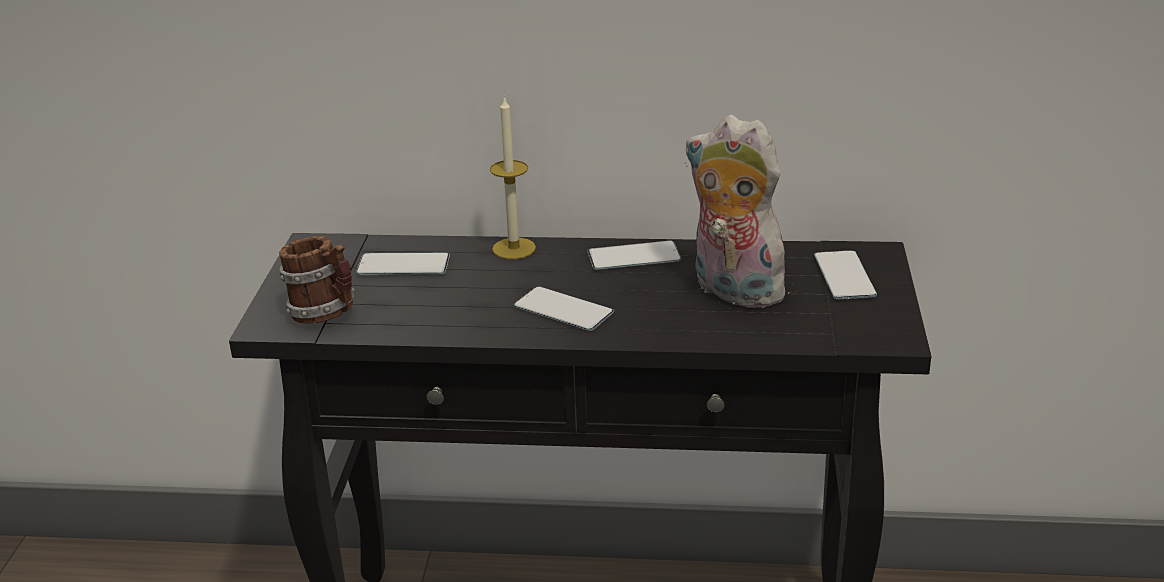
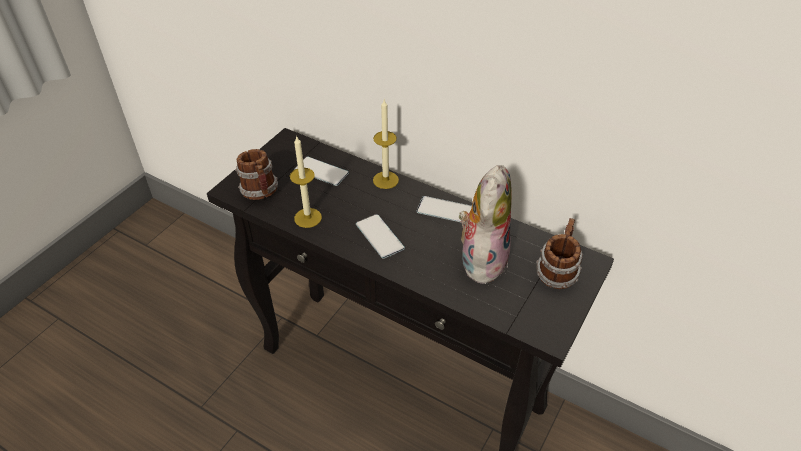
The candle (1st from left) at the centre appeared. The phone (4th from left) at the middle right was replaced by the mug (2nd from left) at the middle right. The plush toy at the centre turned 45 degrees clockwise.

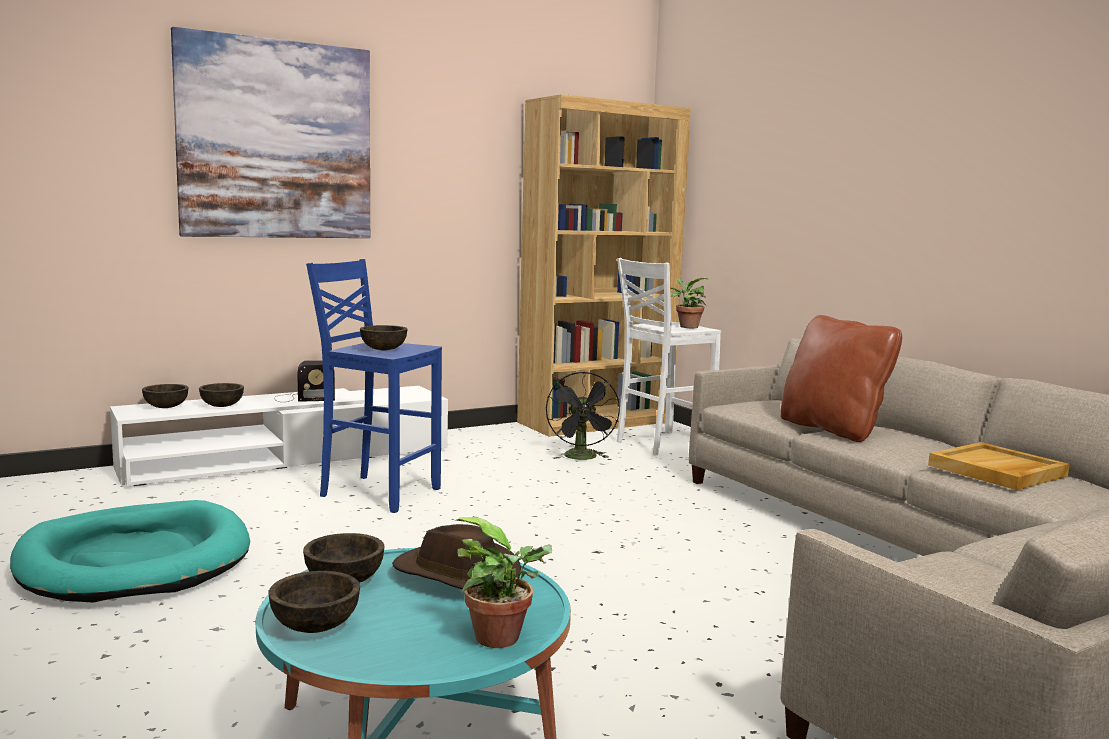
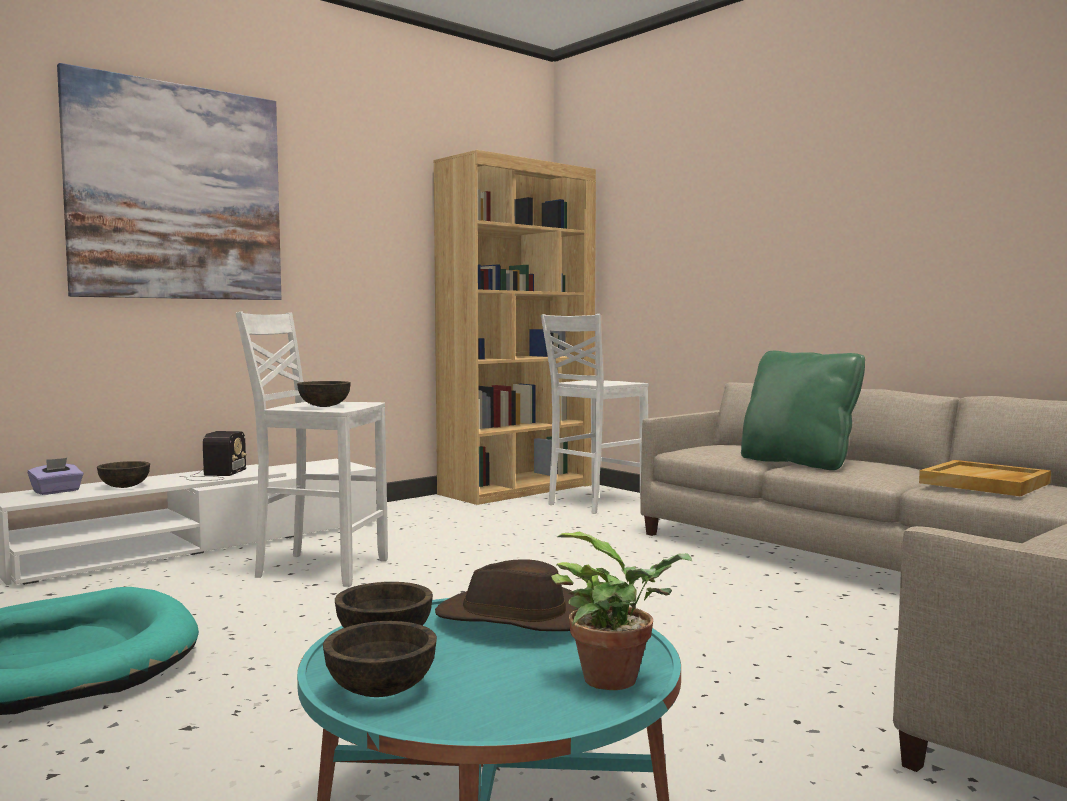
The black fan at the centre disappeared. The potted plant (2nd from left) at the centre disappeared. The brown bowl (1st from left) at the middle left was replaced by the purple tissue box at the middle left. The blue stool at the centre became the white stool (1st from left) at the middle left. The brown pillow at the middle right became the green pillow at the middle right. The radio at the middle left turned 60 degrees counterclockwise.

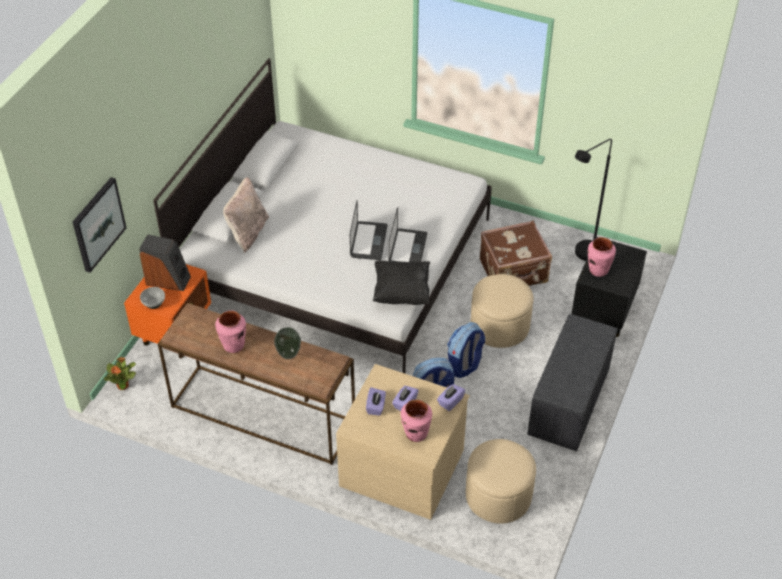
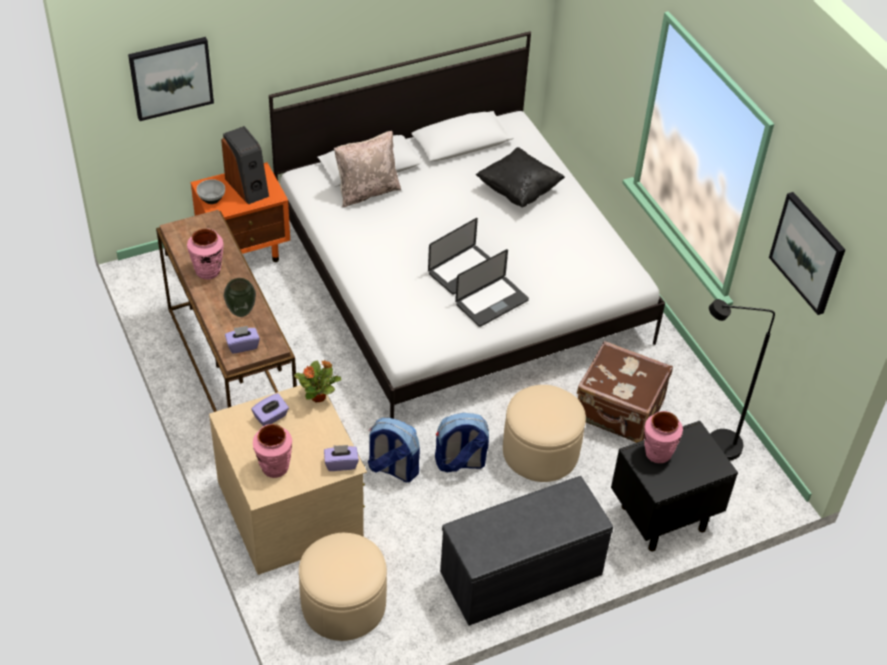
The picture (2nd from left) at the middle right appeared. The potted plant moved from the middle left to the centre. The black pillow moved from the centre to the top centre. The purple tissue box (2nd from left in the first image) moved from the bottom centre to the middle left.

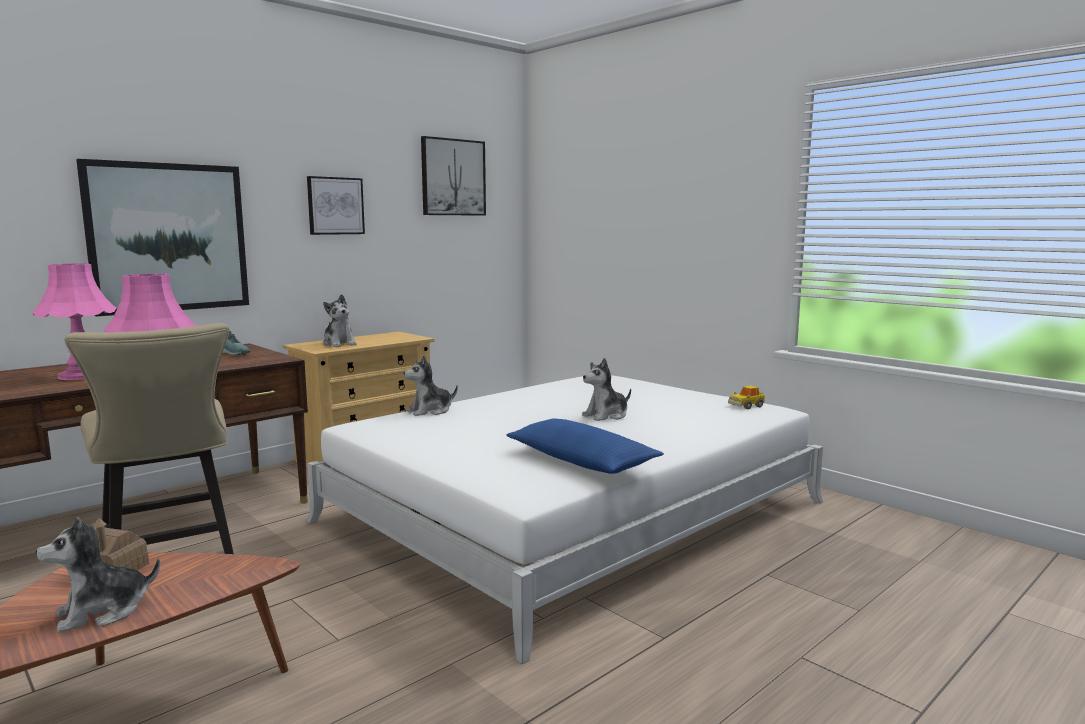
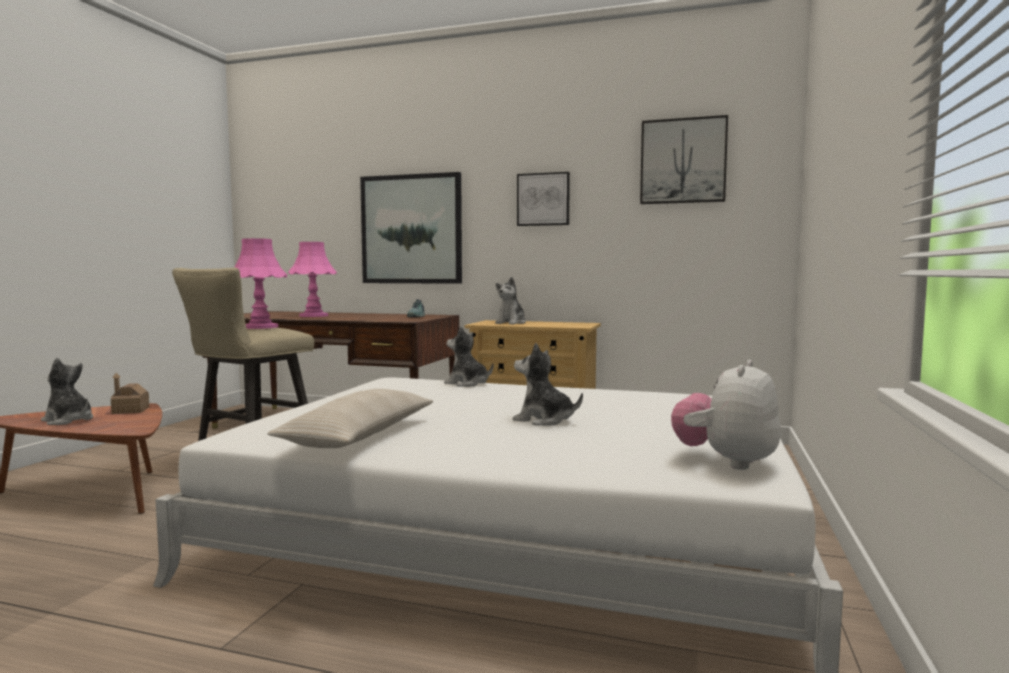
The toy car at the middle right was replaced by the plush toy (5th from left) at the middle right. The blue pillow at the centre became the beige pillow at the centre.

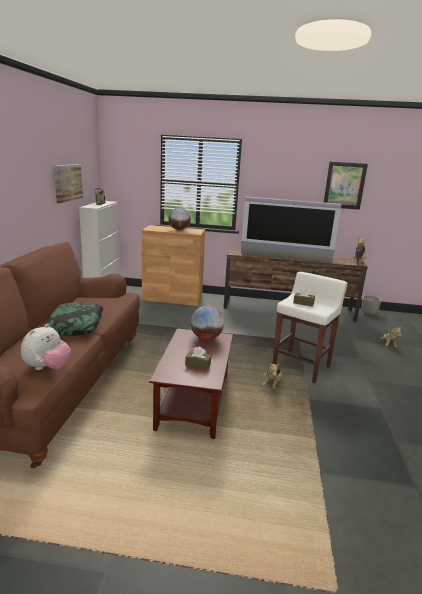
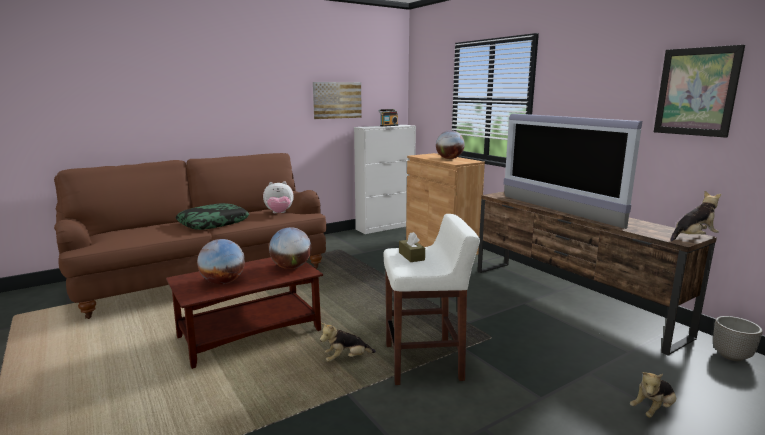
The plush toy (1st from left) moved from the middle left to the centre. The brown tissue box (1st from left) at the centre was replaced by the globe (1st from left) at the middle left.

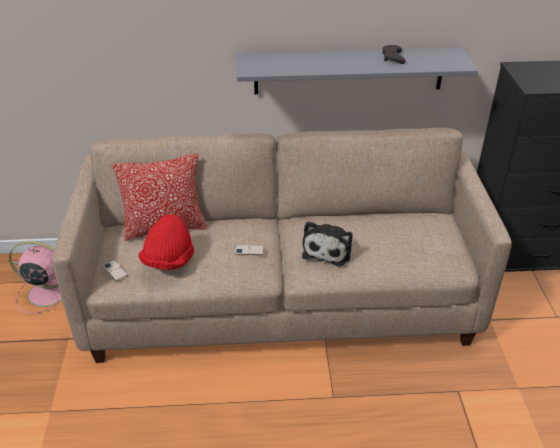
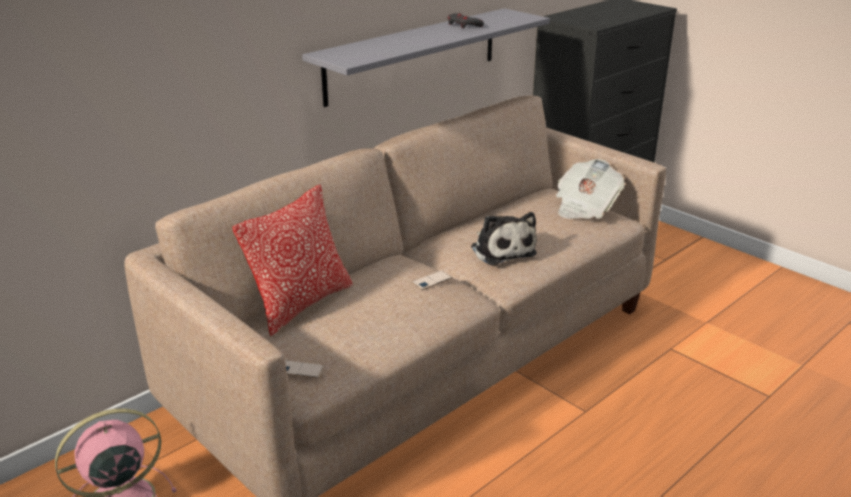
The red hat at the middle left disappeared. The newspaper at the middle right appeared.

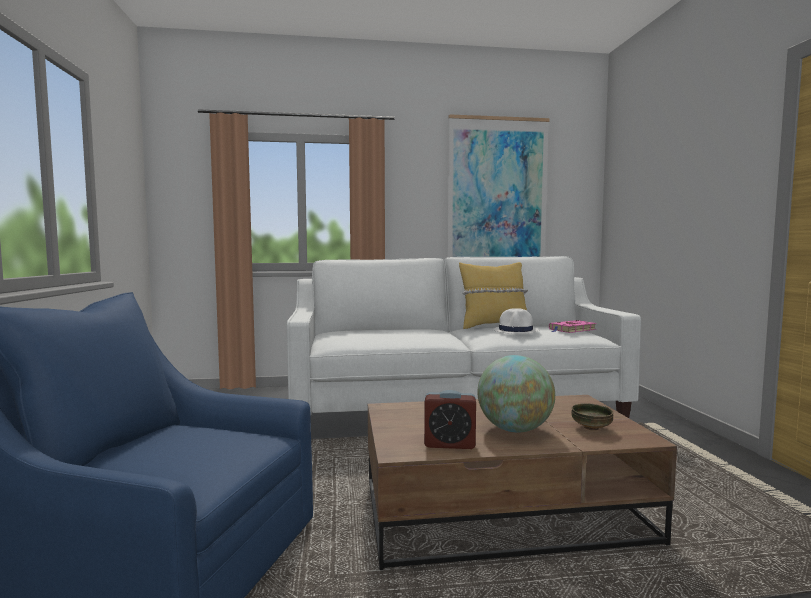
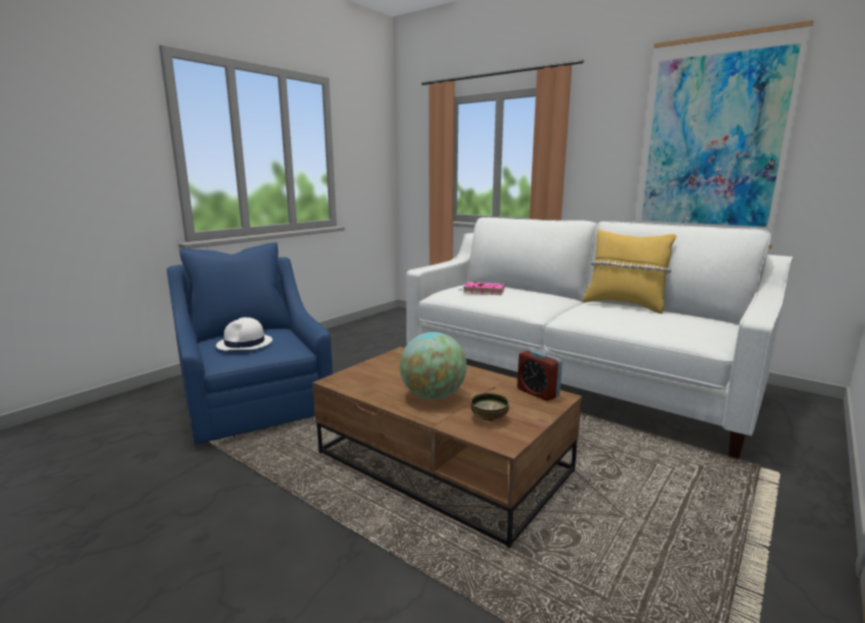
The alarm clock moved from the bottom centre to the centre. The white hat moved from the centre to the middle left. The pink book moved from the middle right to the centre.

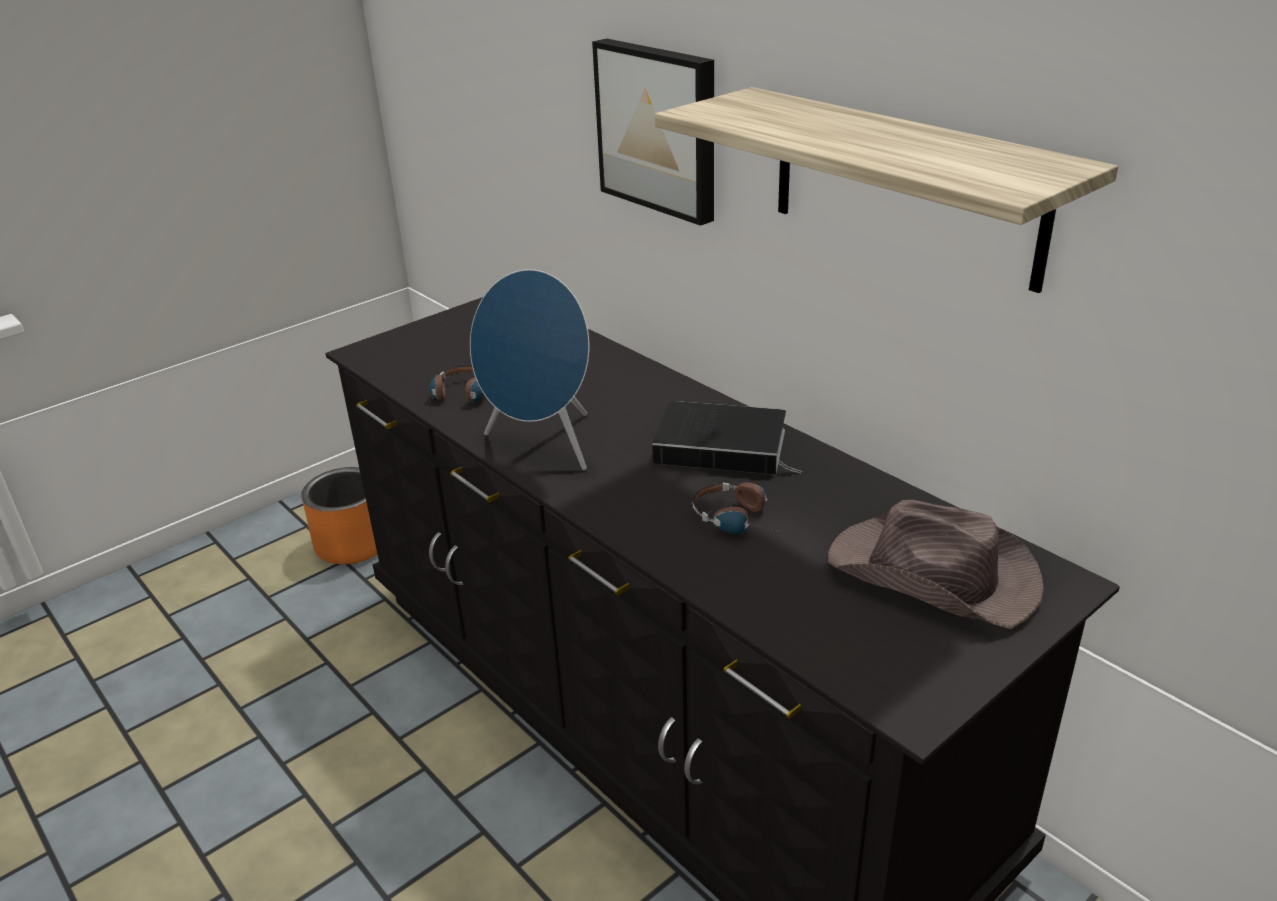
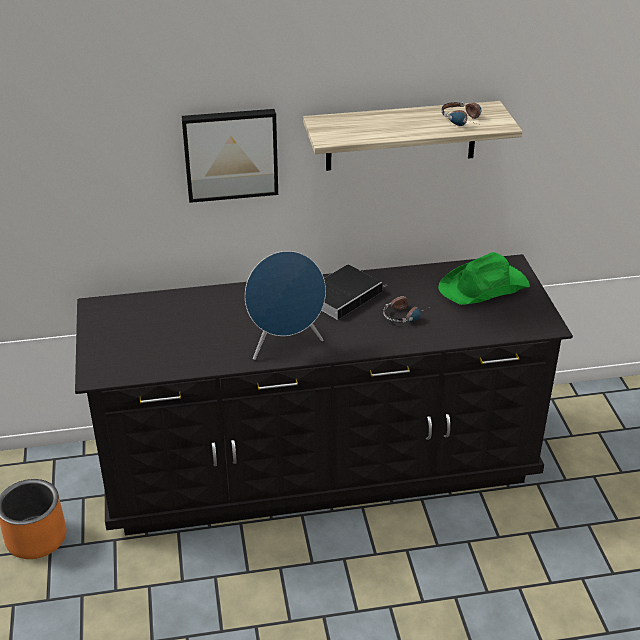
The headphones (1st from left in the first image) moved from the centre to the top right. The brown hat at the middle right became the green hat at the middle right.

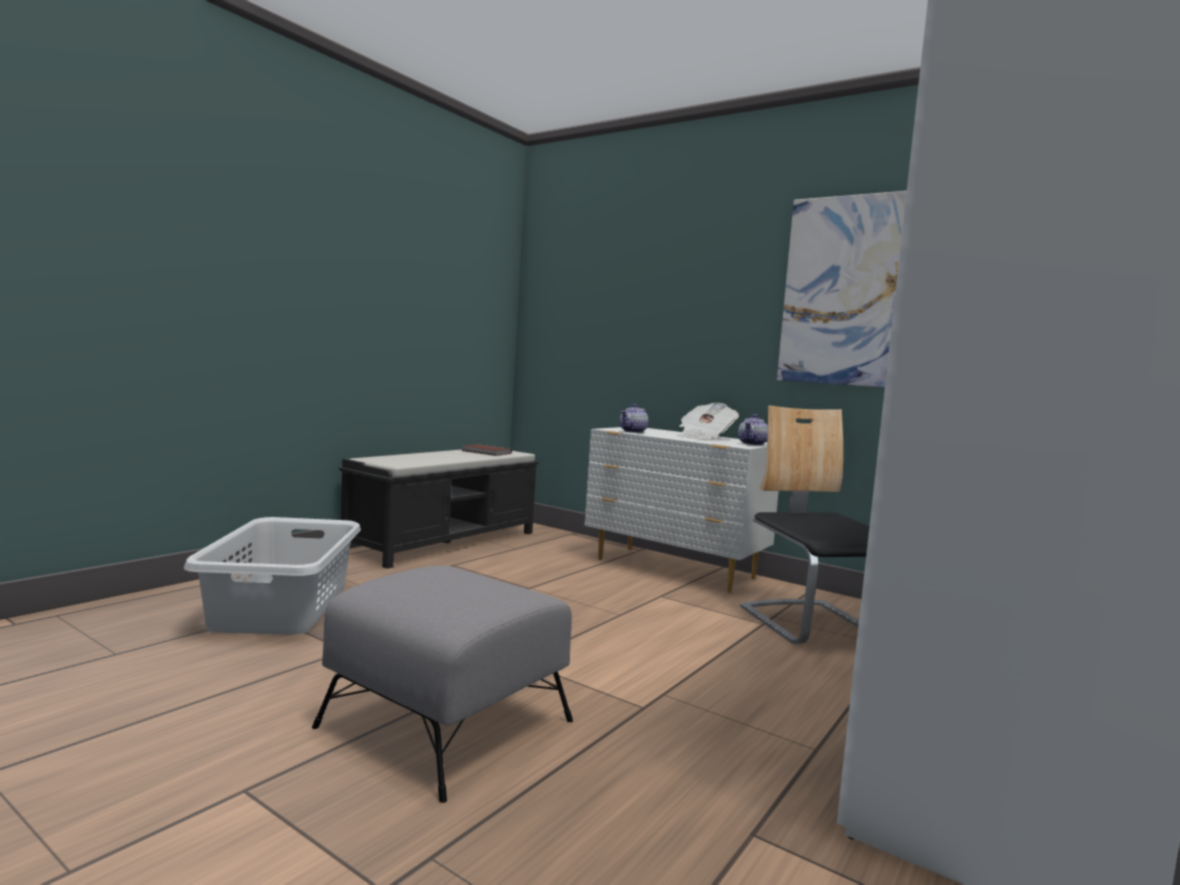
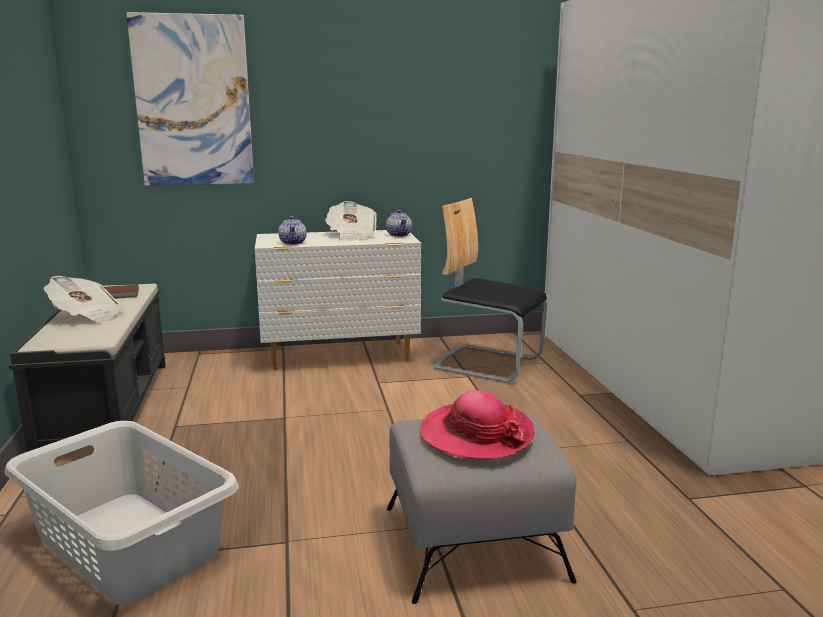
The newspaper (1st from left) at the middle left appeared. The hat at the bottom centre appeared. The picture moved from the top right to the top left.

